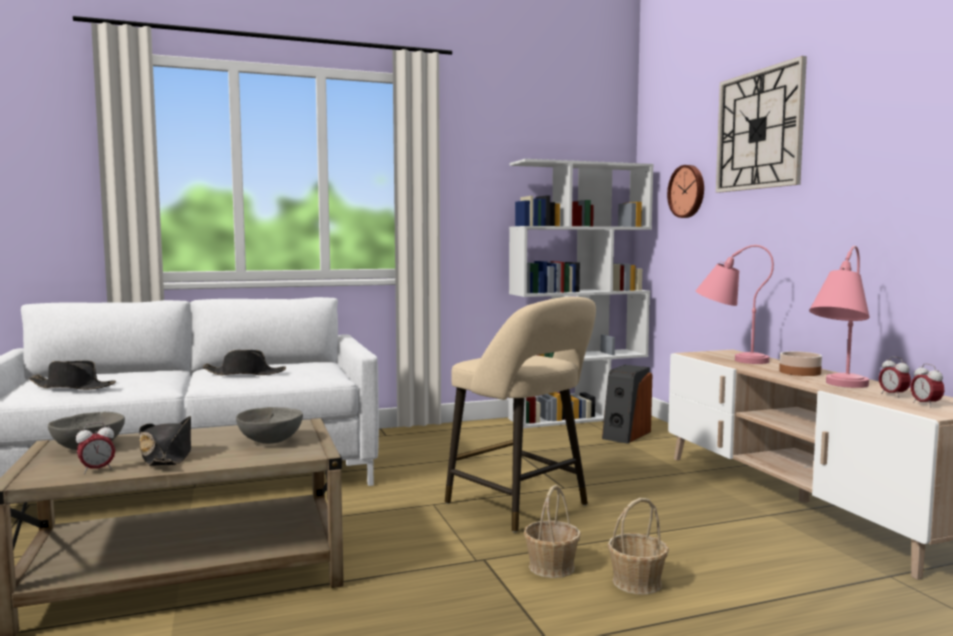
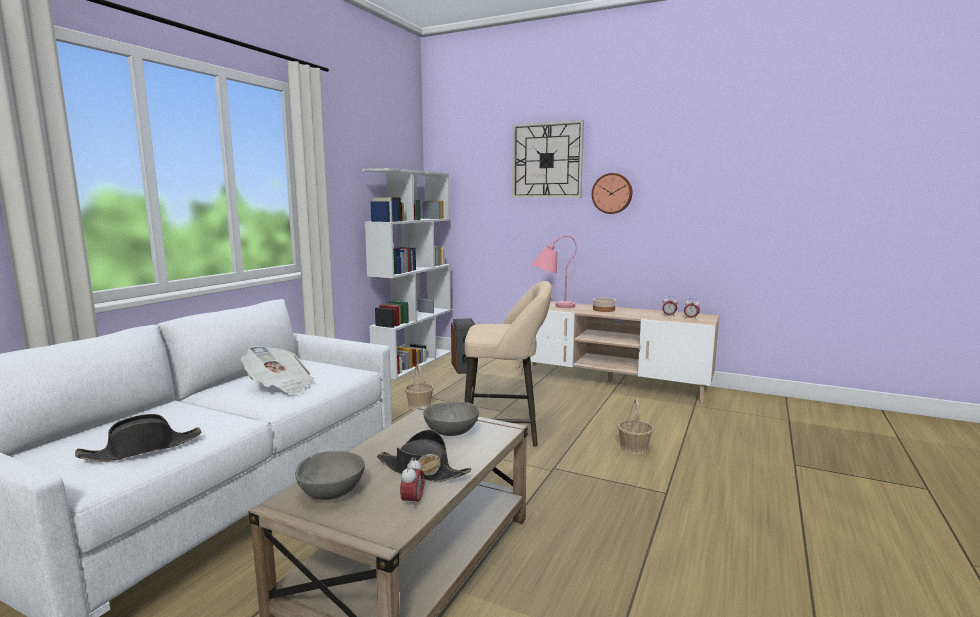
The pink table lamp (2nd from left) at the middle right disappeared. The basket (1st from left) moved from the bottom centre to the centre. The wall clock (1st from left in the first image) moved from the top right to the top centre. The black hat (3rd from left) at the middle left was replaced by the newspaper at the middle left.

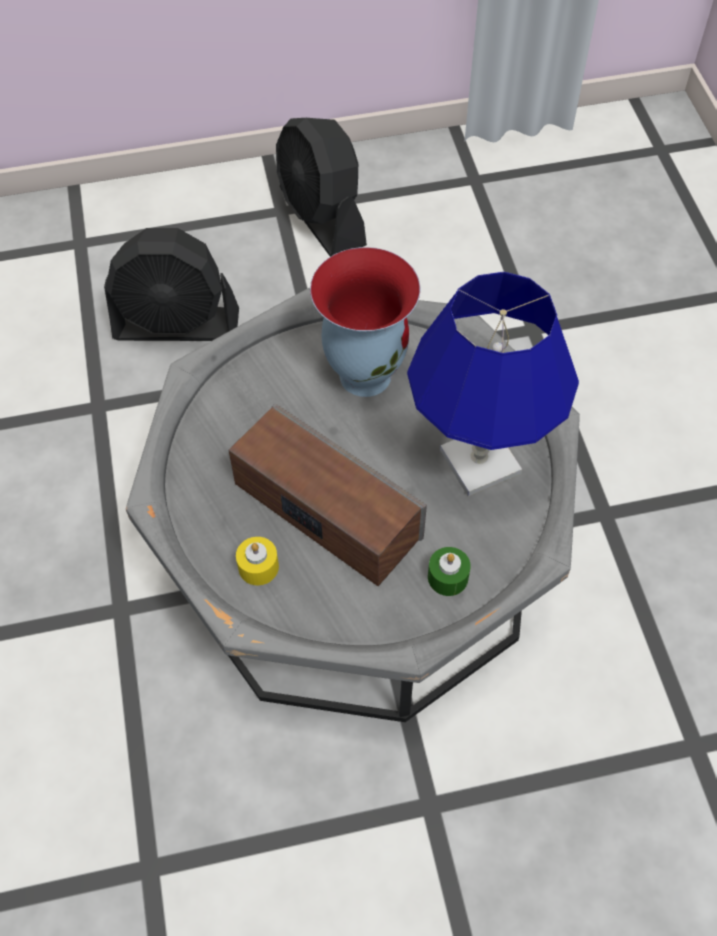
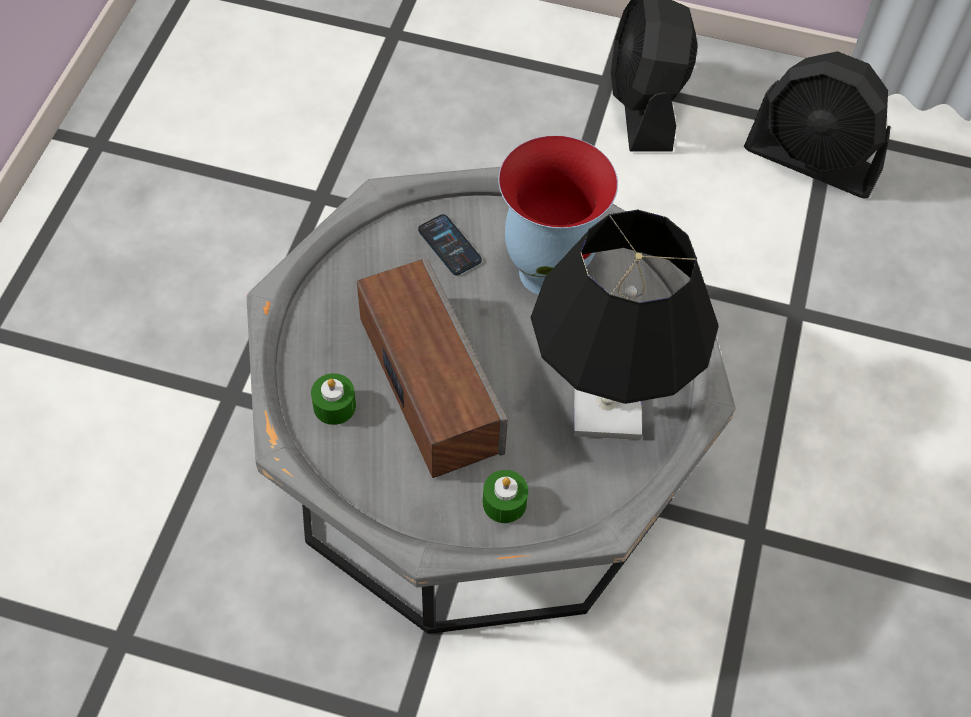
The phone at the centre appeared. The black fan (1st from left in the first image) moved from the top left to the top right. The yellow candle at the centre became the green candle (1st from left) at the centre. The blue table lamp at the middle right became the black table lamp at the centre.

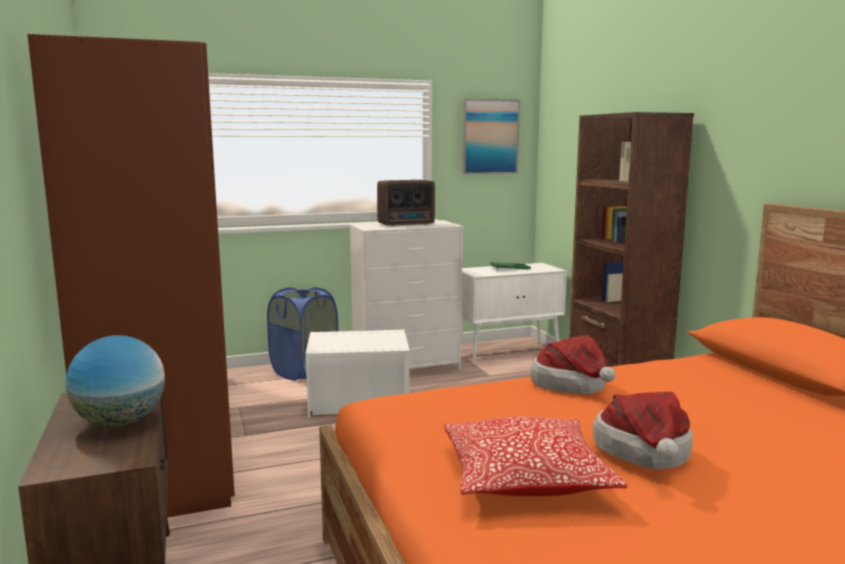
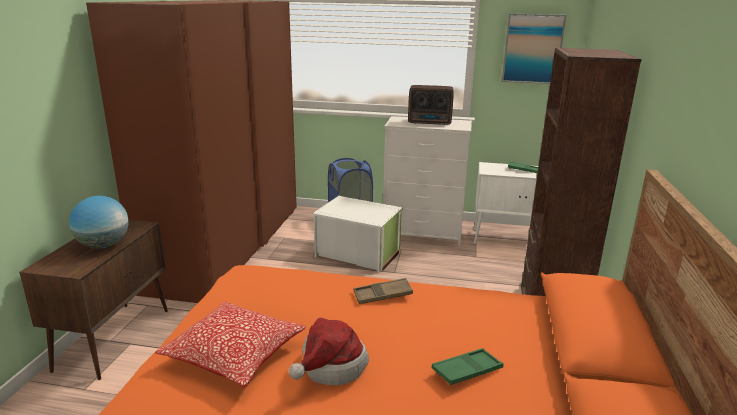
The green tray (1st from left) at the bottom centre appeared. The hat (1st from left) at the middle right was replaced by the brown tray at the bottom centre.

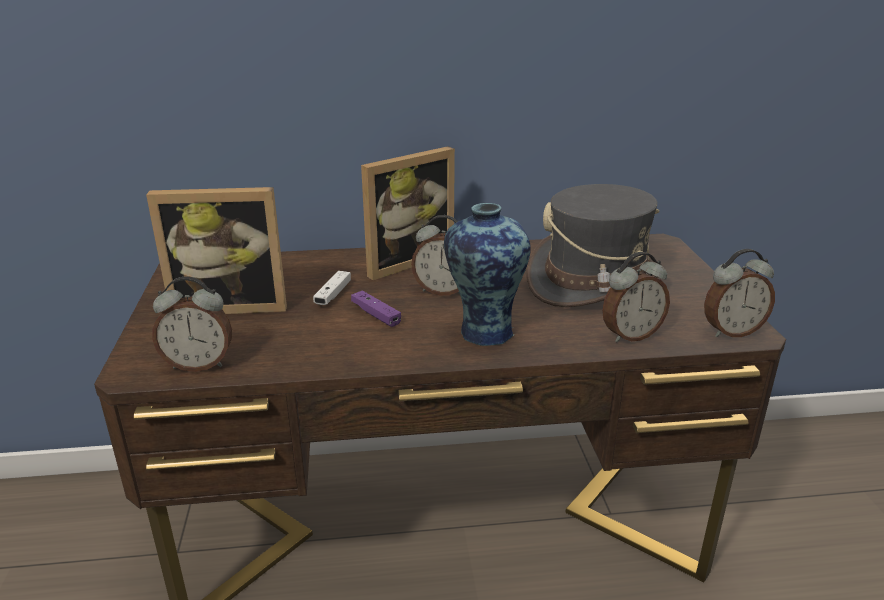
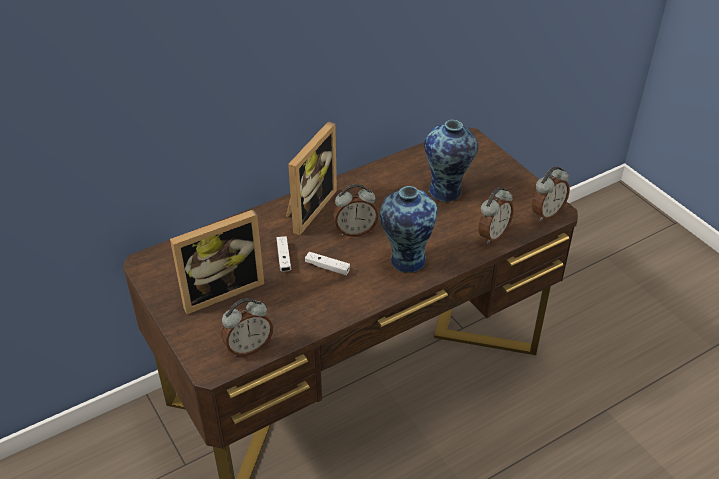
The grey hat at the middle right was replaced by the vase (2nd from left) at the centre. The purple game controller at the centre became the white game controller (2nd from left) at the centre.

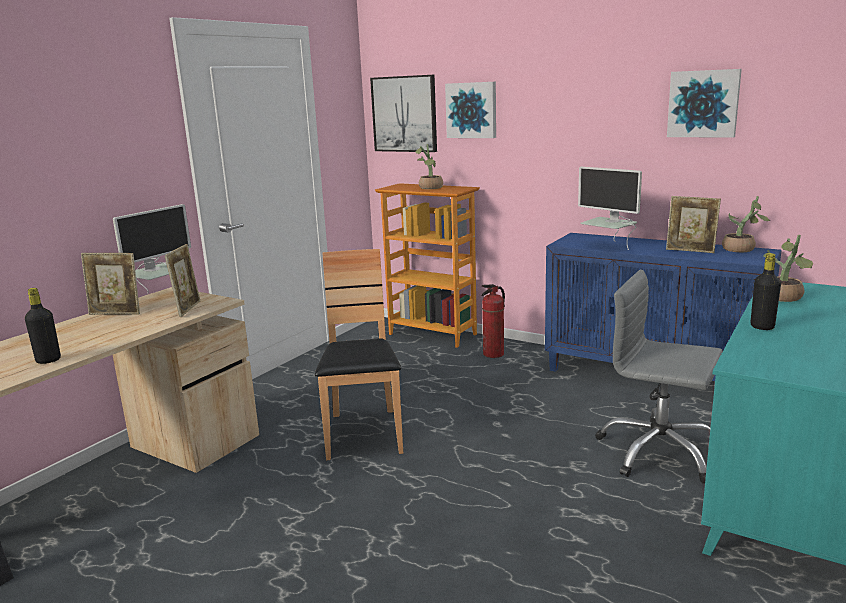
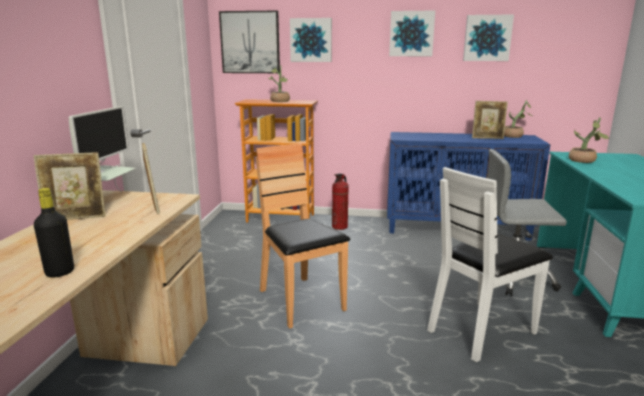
The monitor (2nd from left) at the middle right disappeared. The black bottle (2nd from left) at the middle right disappeared. The picture (3rd from left) at the top centre appeared. The white chair at the bottom right appeared.

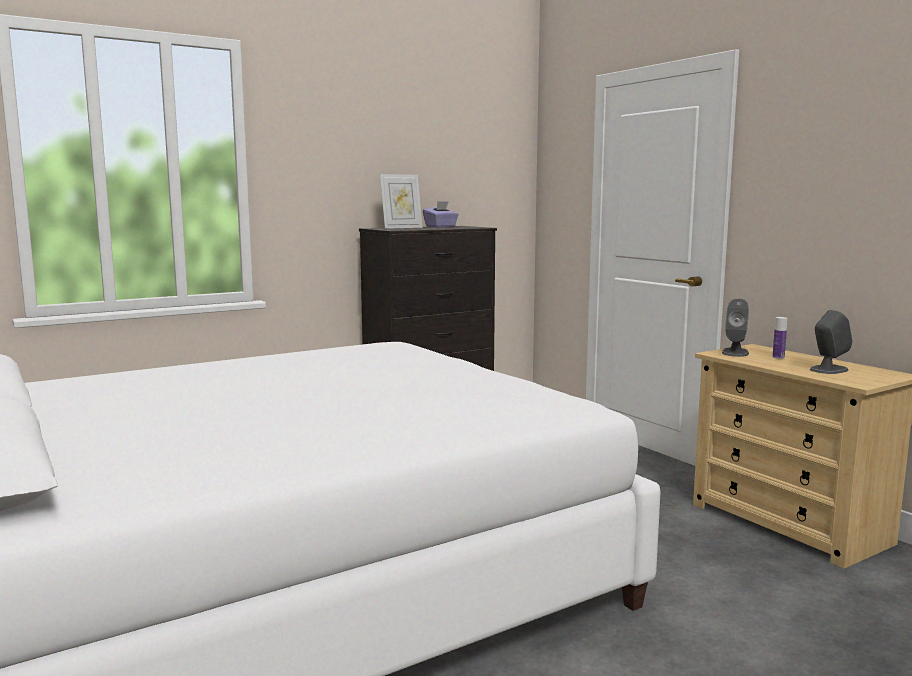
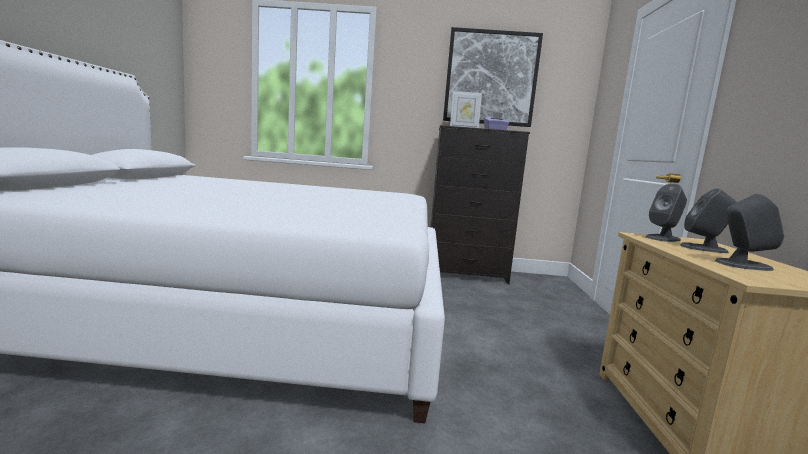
The picture at the top centre appeared. The bottle at the middle right was replaced by the grey speaker (2nd from left) at the middle right.

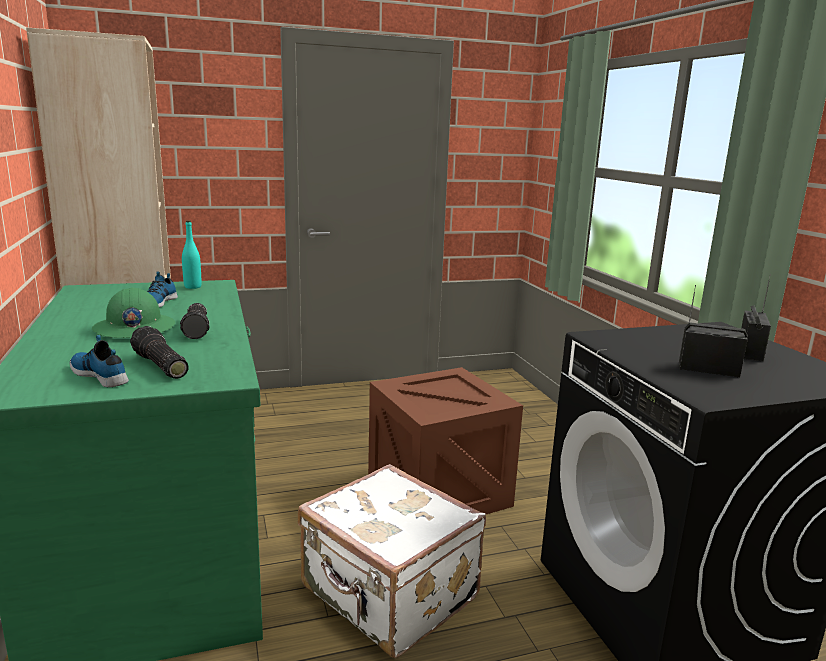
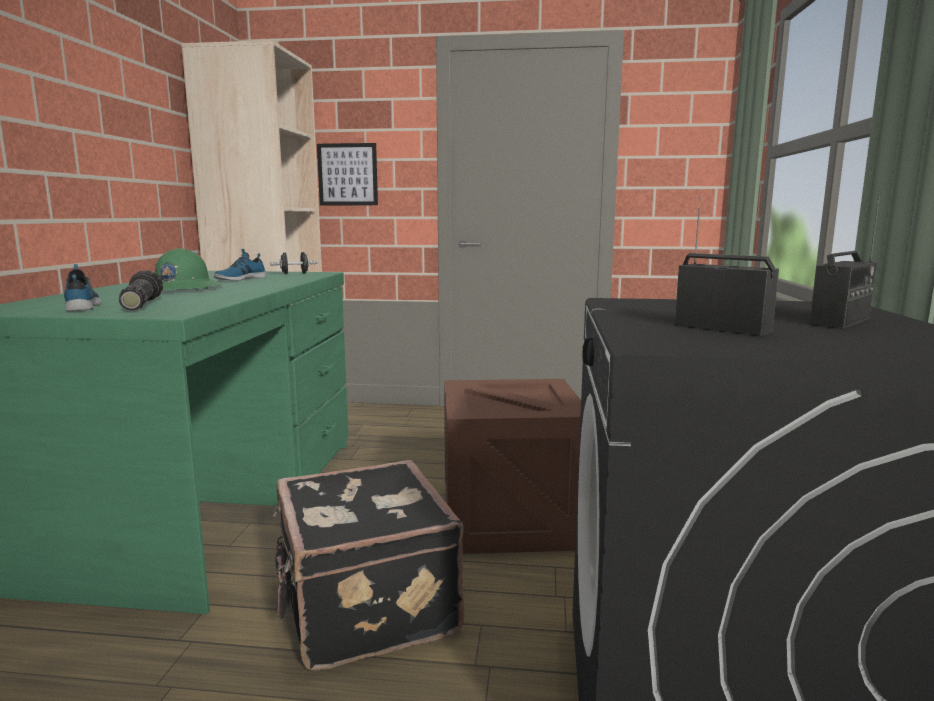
The flashlight (2nd from left) at the middle left disappeared. The picture at the top centre appeared. The turquoise bottle at the middle left was replaced by the black dumbbell at the middle left. The white suitcase at the bottom centre became the black suitcase at the bottom centre.

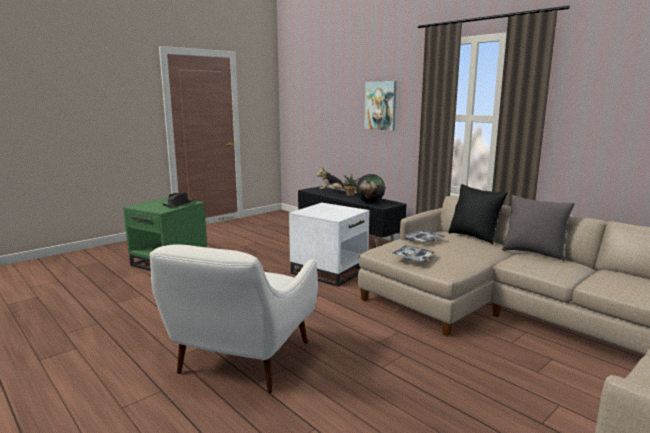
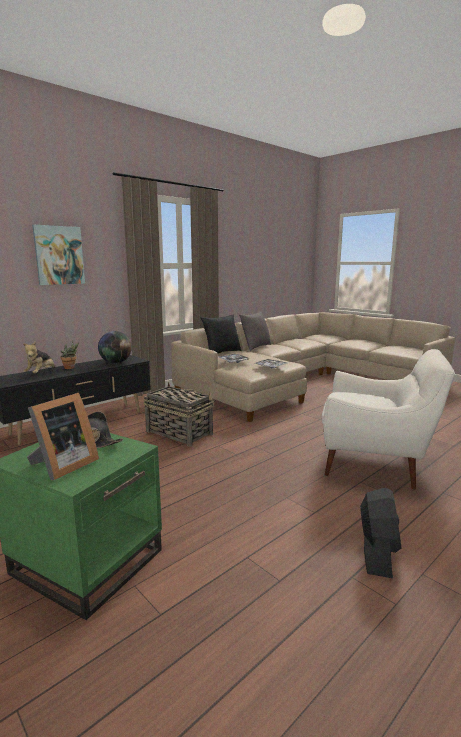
The picture frame at the middle left appeared. The black fan at the bottom right appeared. The white side table at the centre was replaced by the basket at the centre.

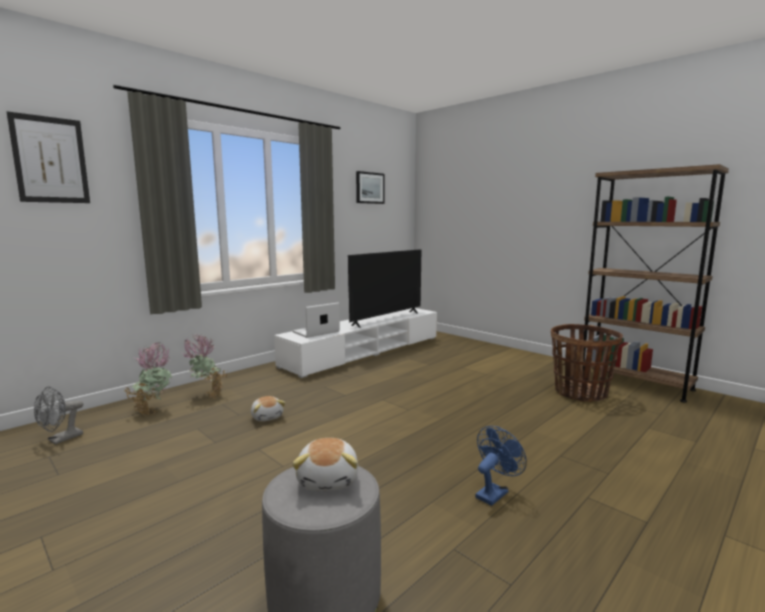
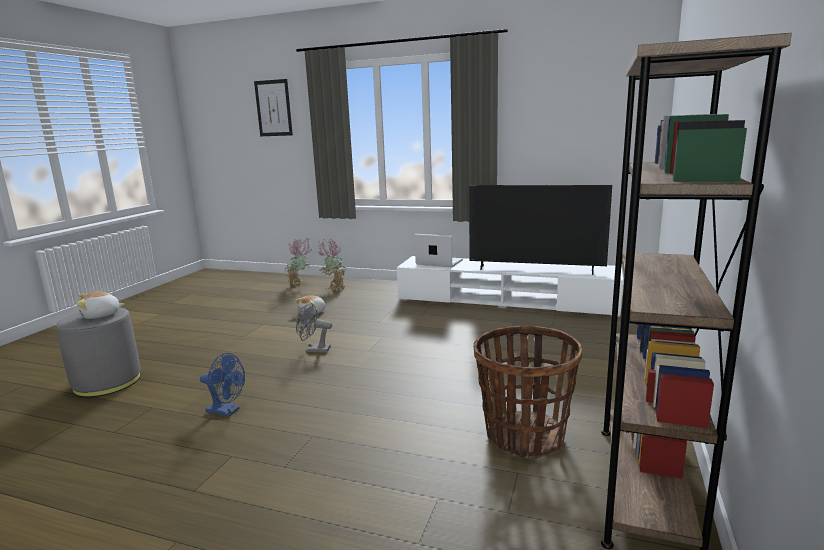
The picture (2nd from left) at the top centre disappeared. The grey fan moved from the bottom left to the centre.

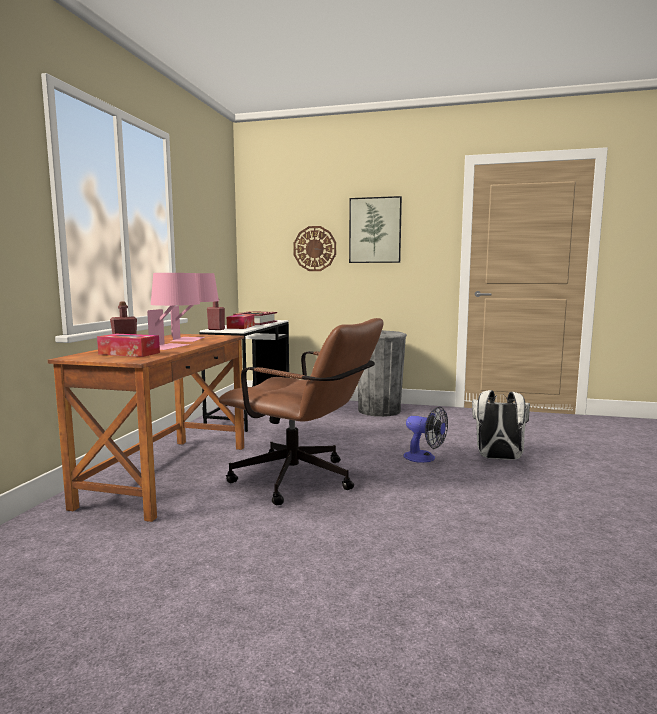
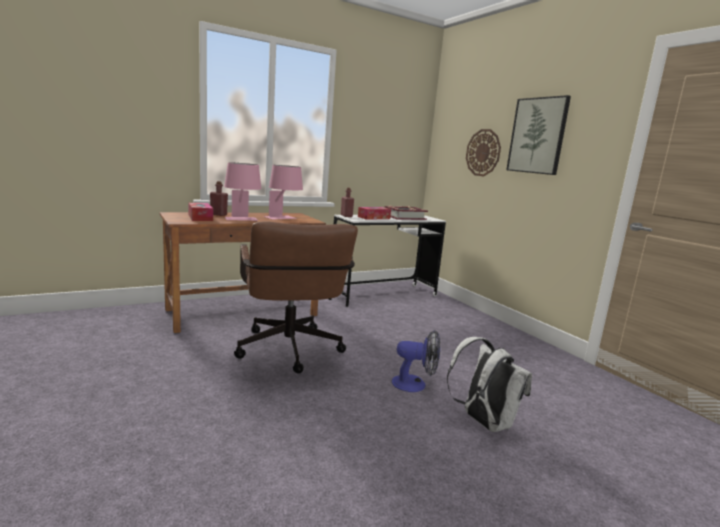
The grey trash can at the centre disappeared. The fan at the centre turned 75 degrees counterclockwise.

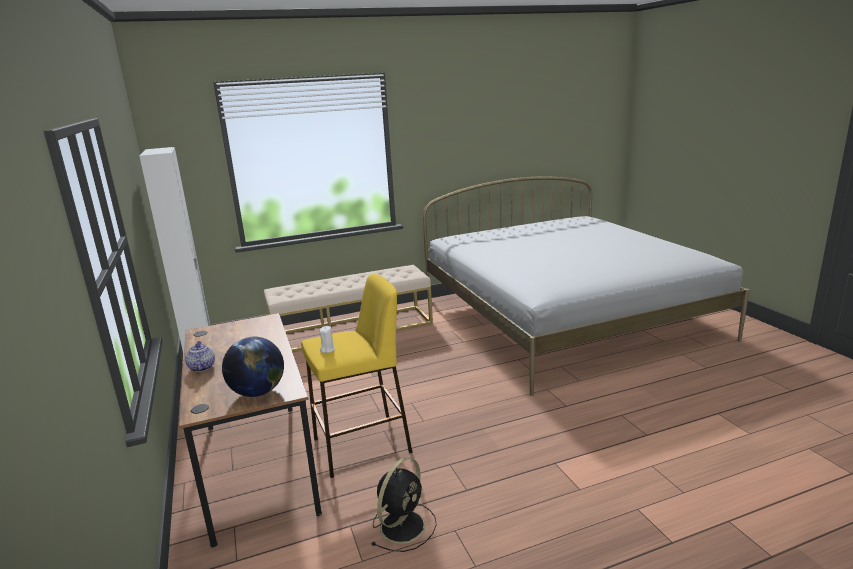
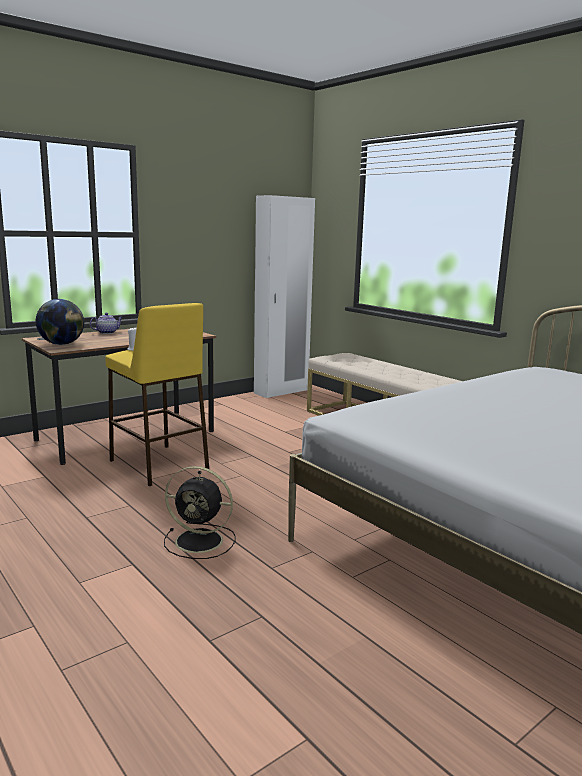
The black fan moved from the bottom centre to the centre.

